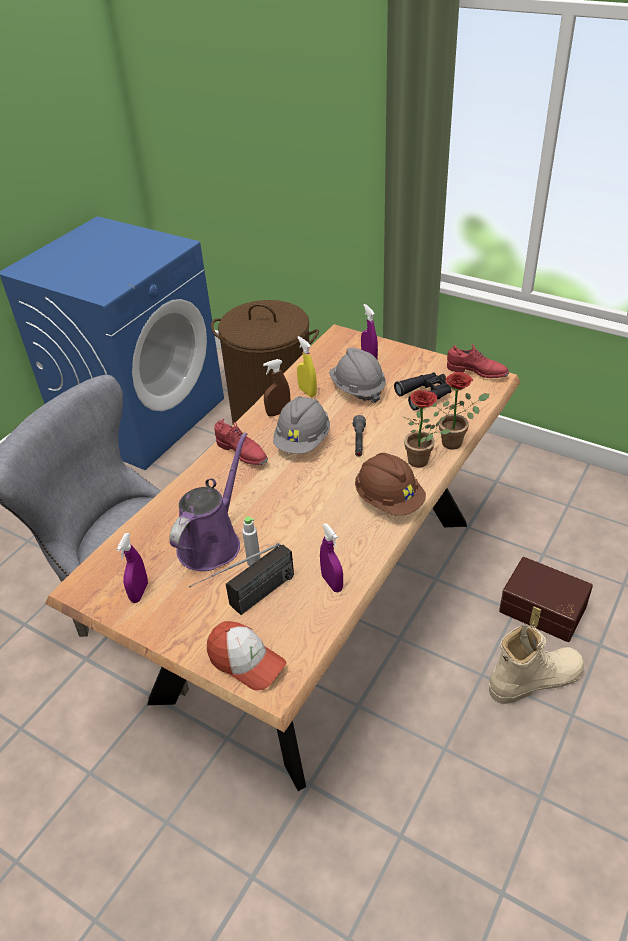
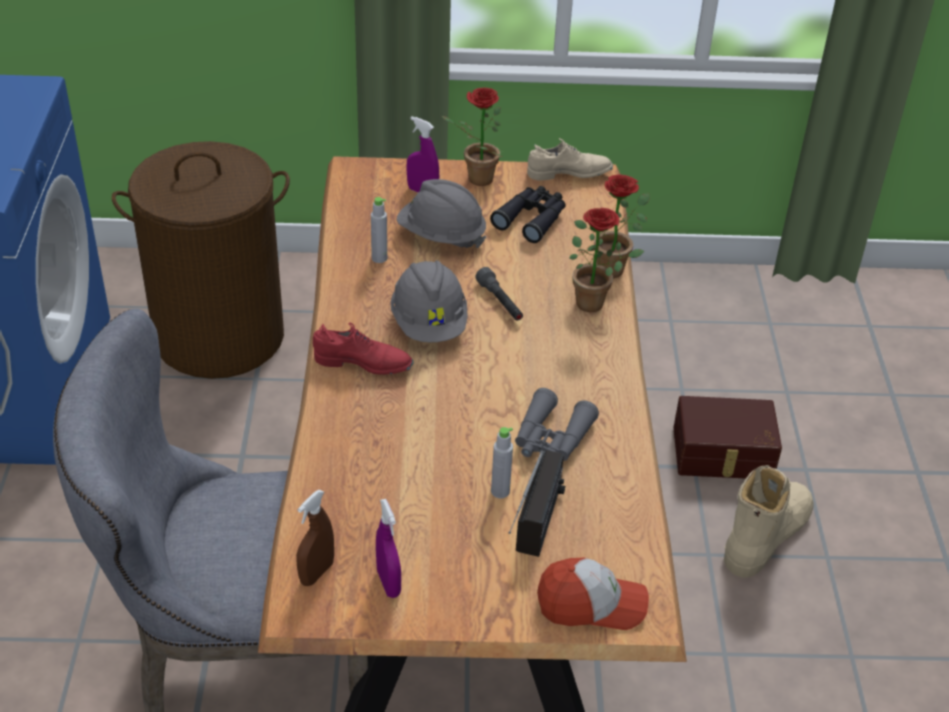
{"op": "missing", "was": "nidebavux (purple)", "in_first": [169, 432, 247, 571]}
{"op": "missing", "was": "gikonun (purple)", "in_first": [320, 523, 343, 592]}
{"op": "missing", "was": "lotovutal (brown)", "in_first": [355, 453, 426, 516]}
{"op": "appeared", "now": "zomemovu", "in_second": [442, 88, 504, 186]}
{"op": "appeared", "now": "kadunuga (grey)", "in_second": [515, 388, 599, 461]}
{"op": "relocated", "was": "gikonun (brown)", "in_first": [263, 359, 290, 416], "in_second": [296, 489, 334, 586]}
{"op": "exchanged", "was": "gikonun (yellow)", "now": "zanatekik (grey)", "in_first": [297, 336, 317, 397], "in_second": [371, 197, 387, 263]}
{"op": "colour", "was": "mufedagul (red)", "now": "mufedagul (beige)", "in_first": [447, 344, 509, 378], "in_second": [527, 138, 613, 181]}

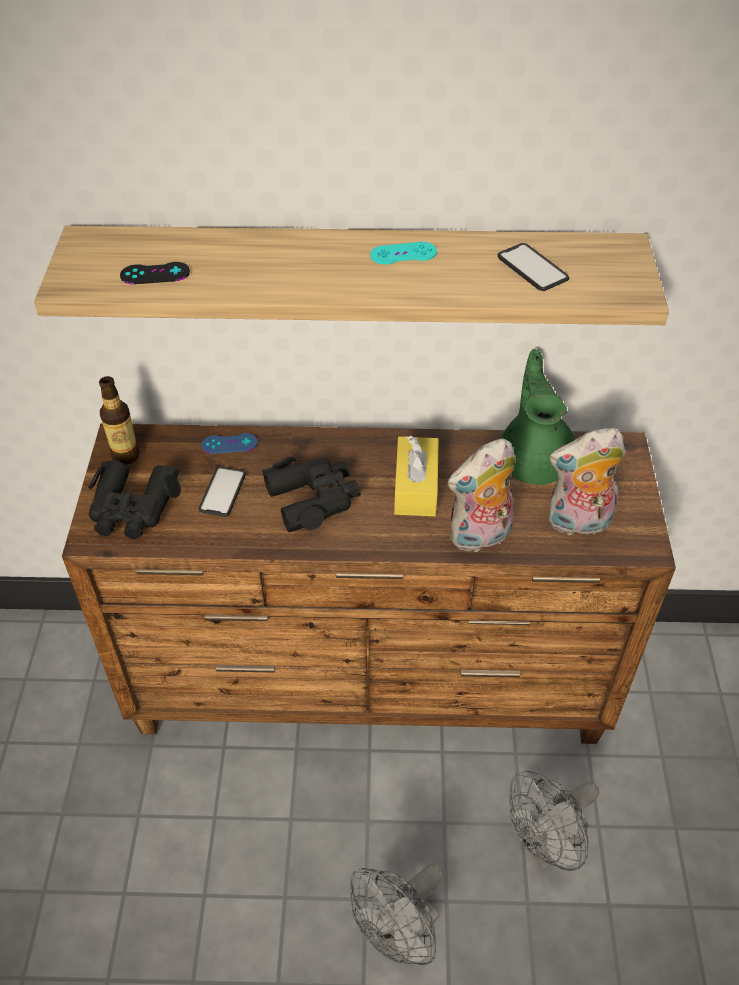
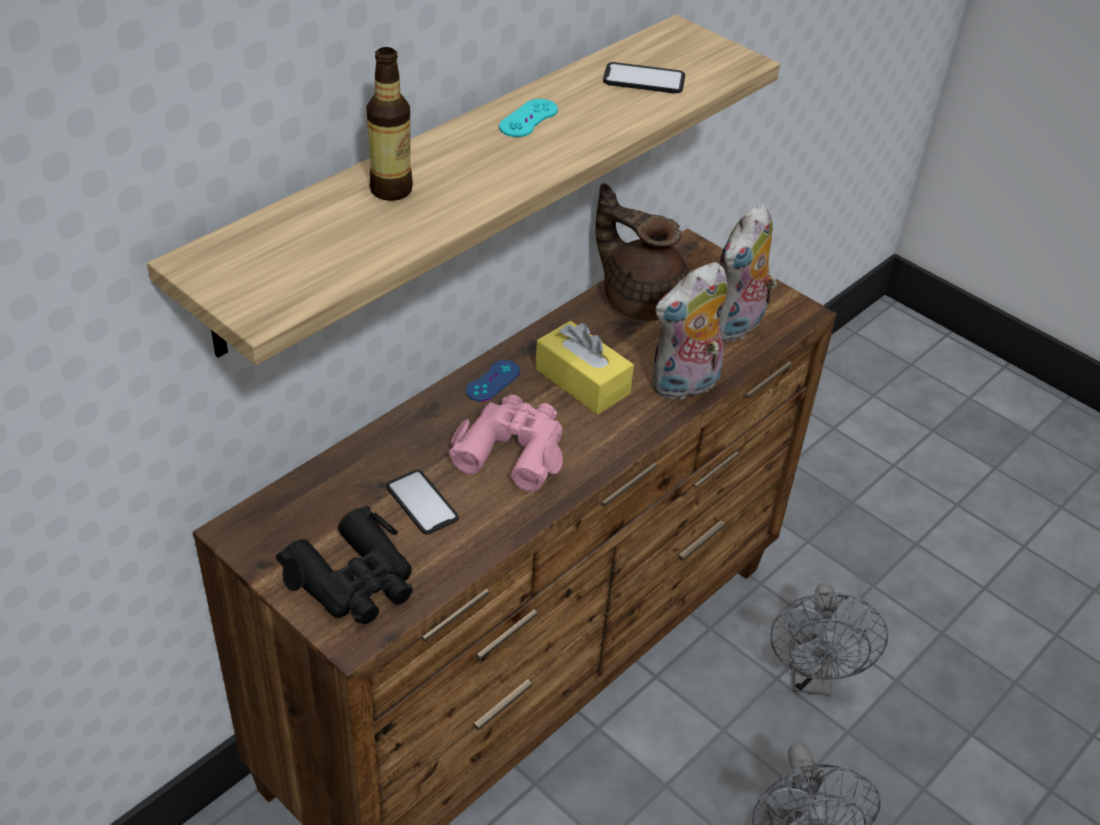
{"op": "missing", "was": "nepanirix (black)", "in_first": [120, 262, 190, 284]}
{"op": "relocated", "was": "zanatekik", "in_first": [99, 376, 140, 465], "in_second": [366, 47, 413, 201]}
{"op": "relocated", "was": "nepanirix (blue)", "in_first": [201, 433, 258, 454], "in_second": [466, 360, 520, 402]}
{"op": "colour", "was": "kadunuga (black)", "now": "kadunuga (pink)", "in_first": [262, 457, 361, 533], "in_second": [449, 395, 563, 492]}
{"op": "colour", "was": "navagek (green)", "now": "navagek (brown)", "in_first": [501, 349, 575, 485], "in_second": [596, 183, 688, 321]}
{"op": "spun", "was": "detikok", "in_first": [448, 439, 516, 552], "in_second": [652, 262, 728, 400], "clockwise": 45}

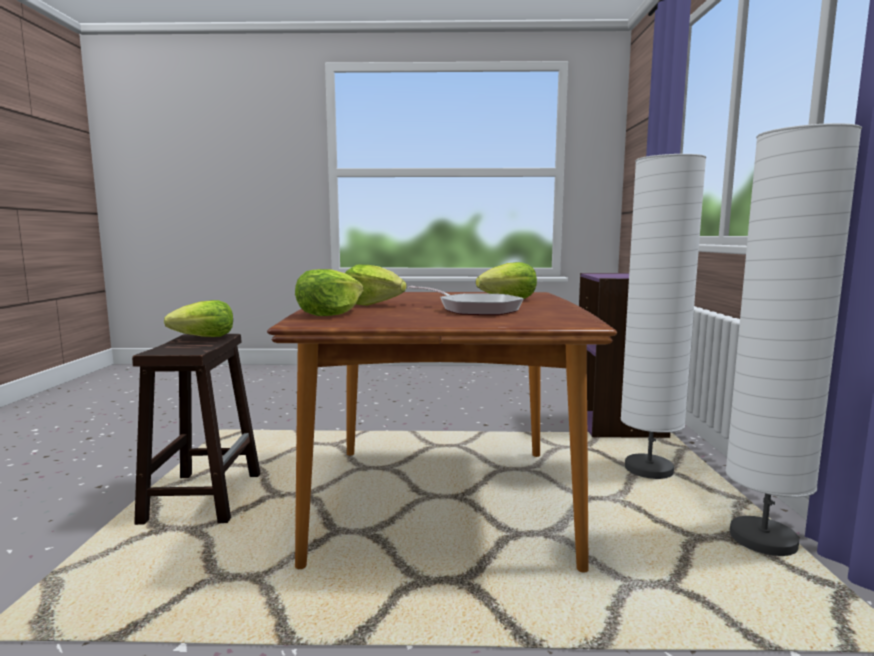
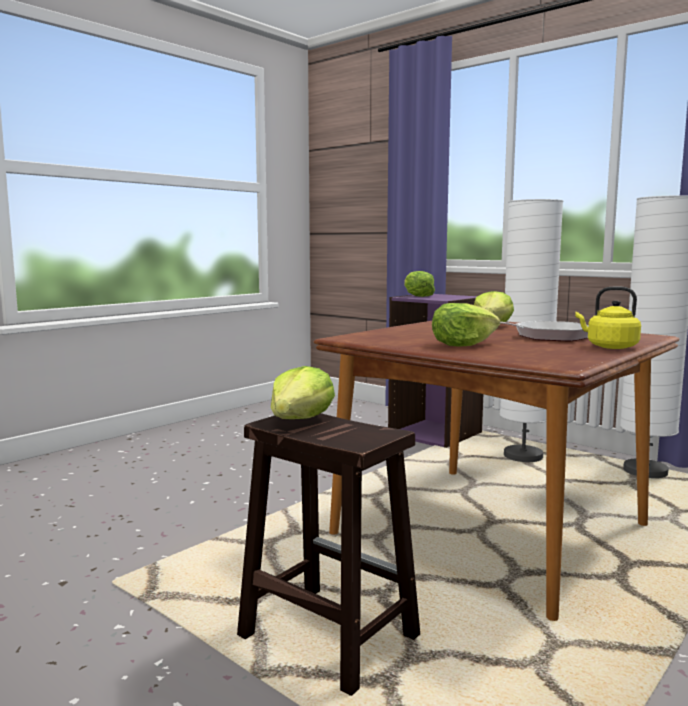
{"op": "appeared", "now": "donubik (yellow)", "in_second": [575, 287, 641, 349]}
{"op": "relocated", "was": "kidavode", "in_first": [295, 269, 363, 316], "in_second": [404, 271, 435, 297]}

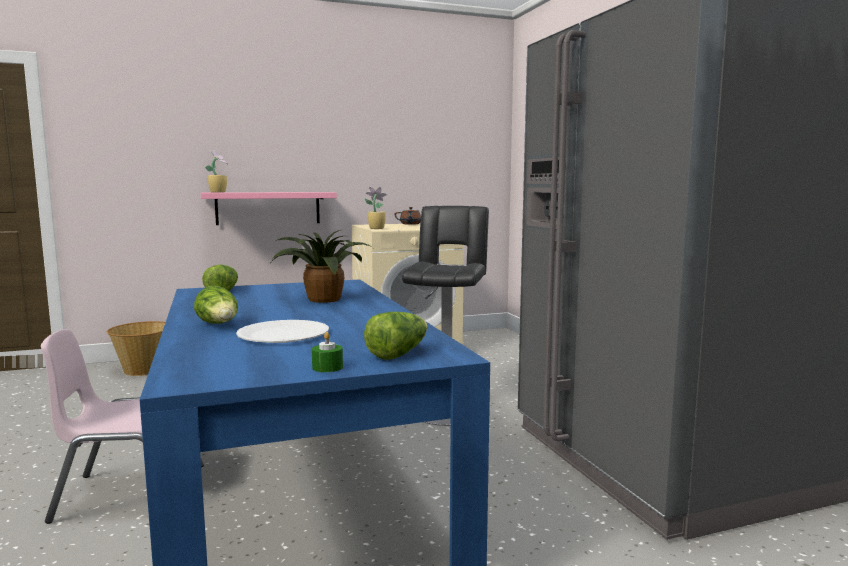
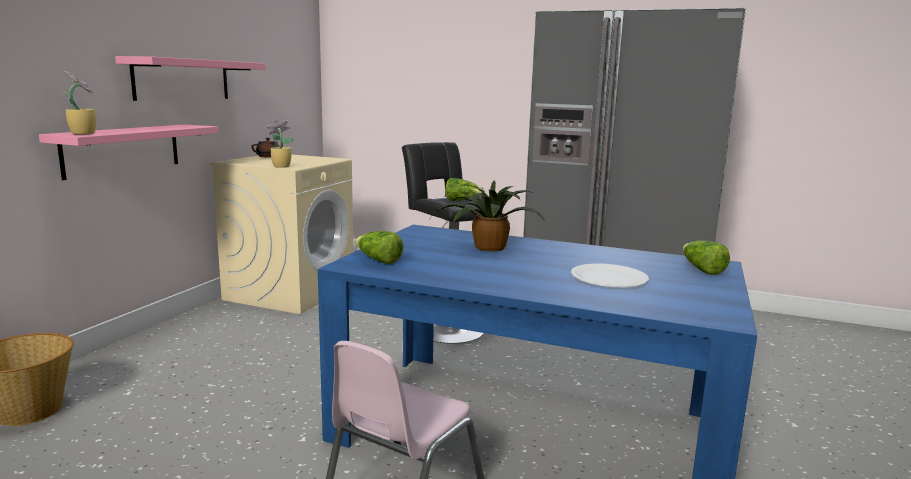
{"op": "missing", "was": "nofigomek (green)", "in_first": [312, 332, 343, 372]}
{"op": "appeared", "now": "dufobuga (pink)", "in_second": [115, 56, 266, 101]}
{"op": "relocated", "was": "kidavode", "in_first": [194, 285, 238, 324], "in_second": [445, 178, 485, 201]}

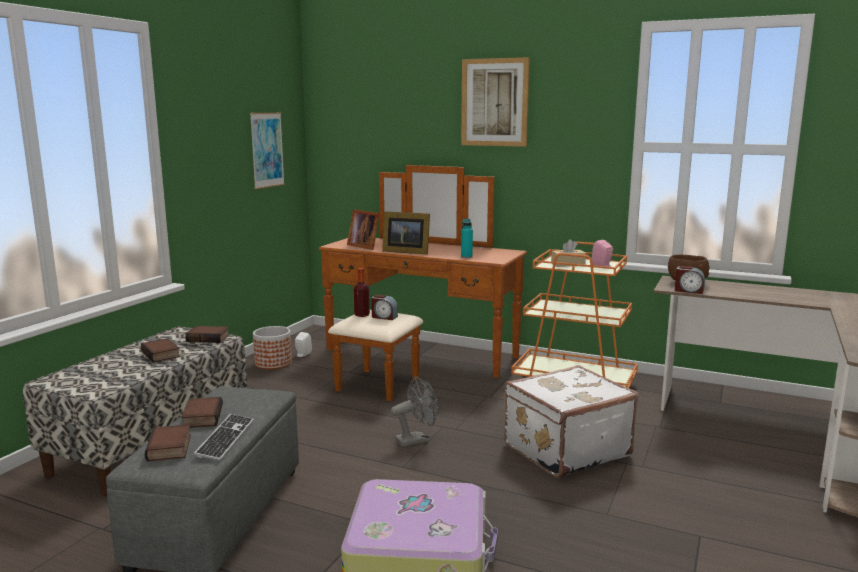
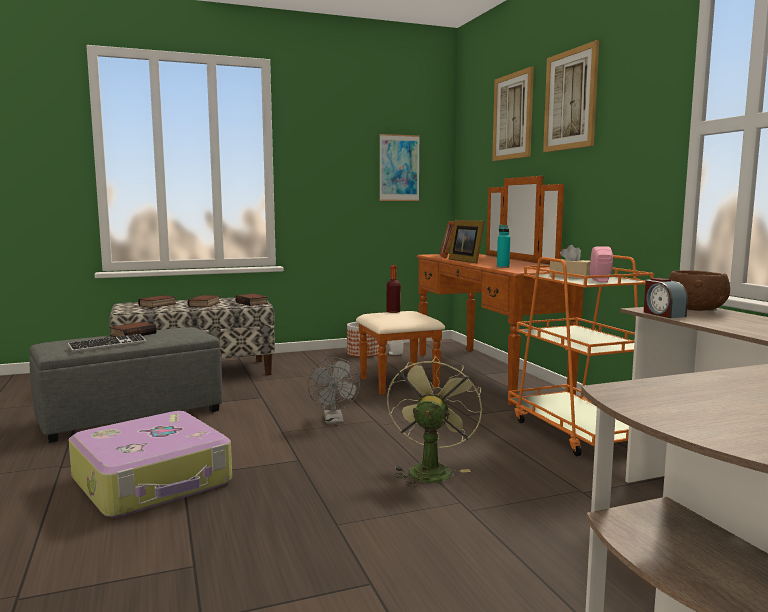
{"op": "missing", "was": "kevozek", "in_first": [371, 295, 398, 320]}
{"op": "appeared", "now": "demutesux", "in_second": [492, 66, 534, 161]}
{"op": "relocated", "was": "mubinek", "in_first": [145, 424, 191, 462], "in_second": [138, 295, 176, 308]}
{"op": "exchanged", "was": "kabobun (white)", "now": "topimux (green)", "in_first": [504, 365, 639, 478], "in_second": [387, 355, 482, 487]}
{"op": "spun", "was": "topimux (grey)", "in_first": [391, 376, 439, 447], "in_second": [308, 357, 360, 425], "clockwise": 60}

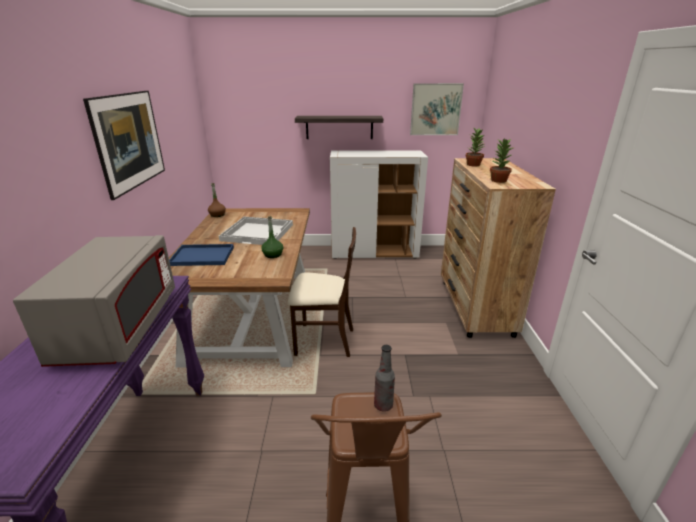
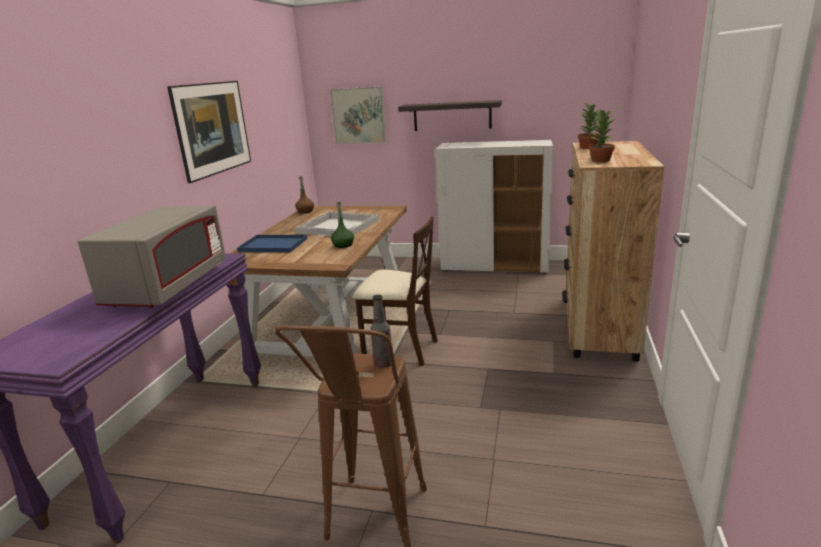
{"op": "relocated", "was": "demutesux", "in_first": [410, 83, 464, 135], "in_second": [330, 86, 387, 144]}

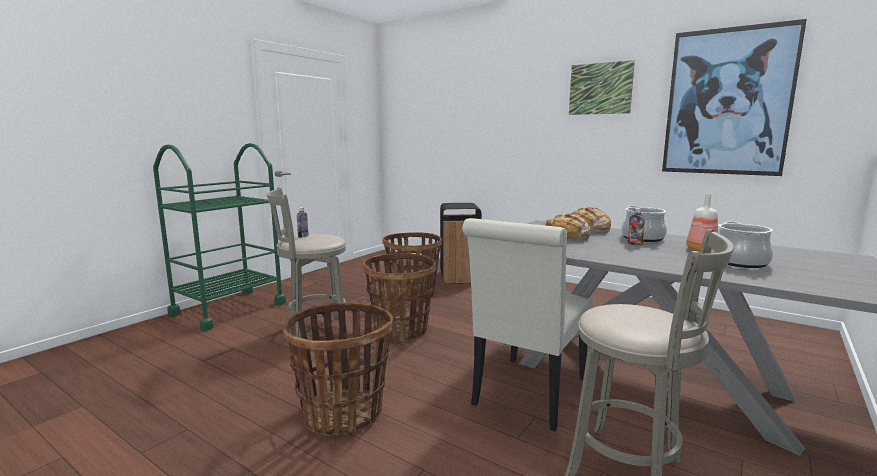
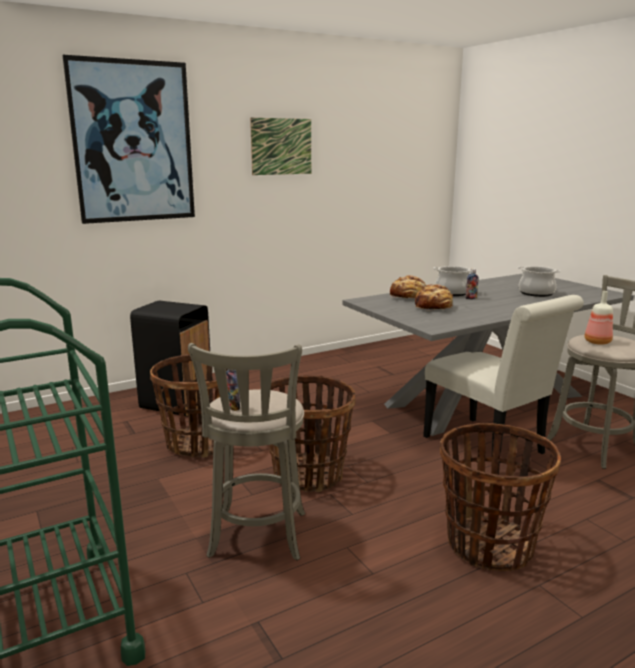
{"op": "relocated", "was": "demutesux", "in_first": [662, 19, 807, 176], "in_second": [63, 55, 195, 224]}
{"op": "relocated", "was": "zanatekik", "in_first": [686, 193, 718, 251], "in_second": [585, 291, 613, 345]}

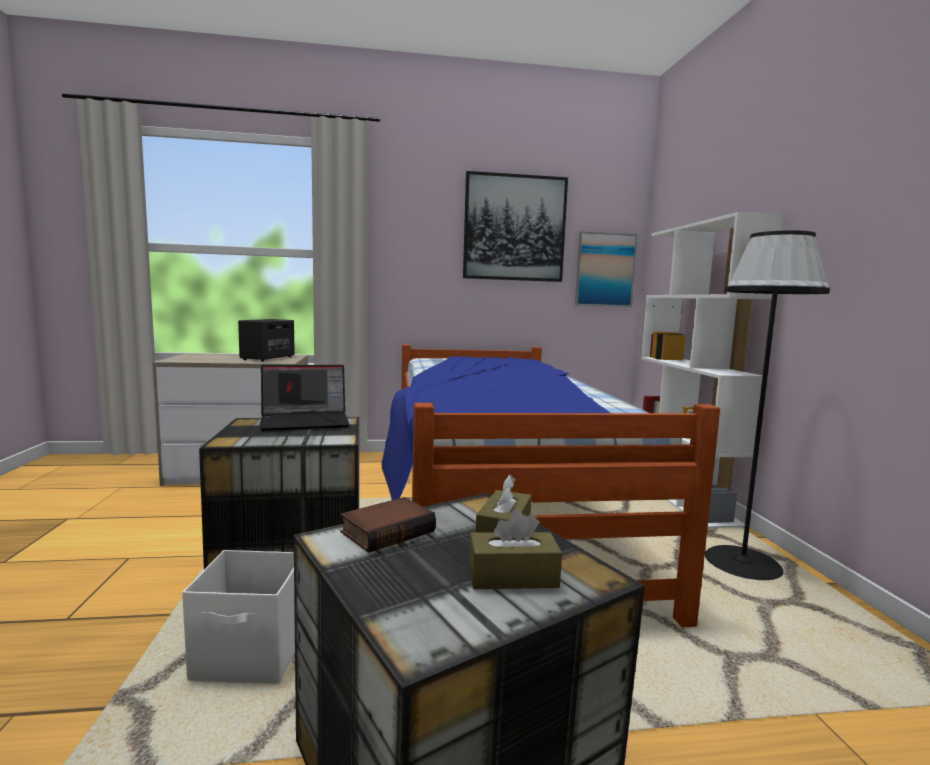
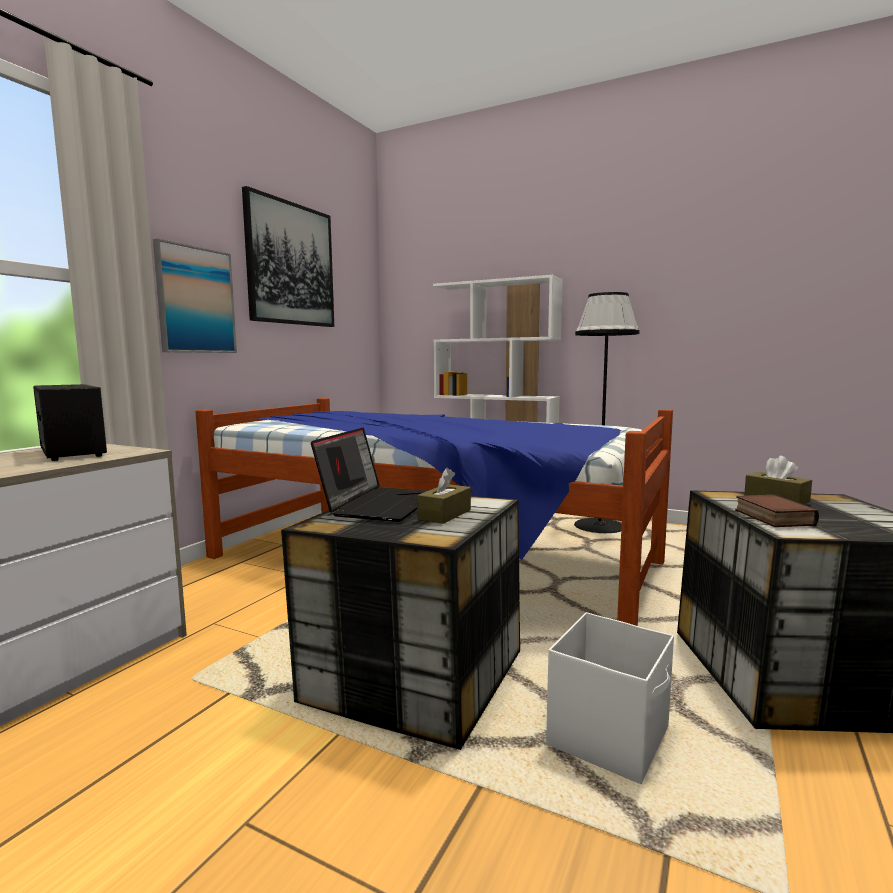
{"op": "relocated", "was": "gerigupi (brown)", "in_first": [469, 509, 562, 589], "in_second": [417, 468, 471, 524]}
{"op": "relocated", "was": "demutesux", "in_first": [575, 231, 638, 307], "in_second": [153, 239, 237, 353]}

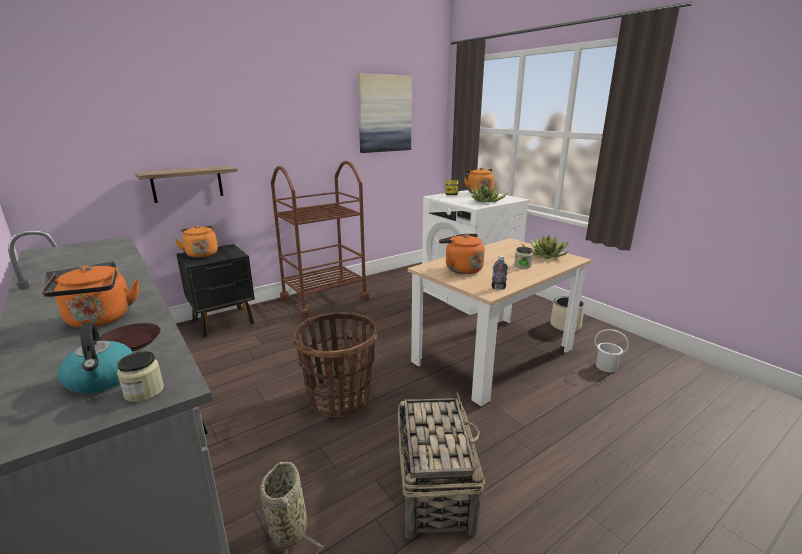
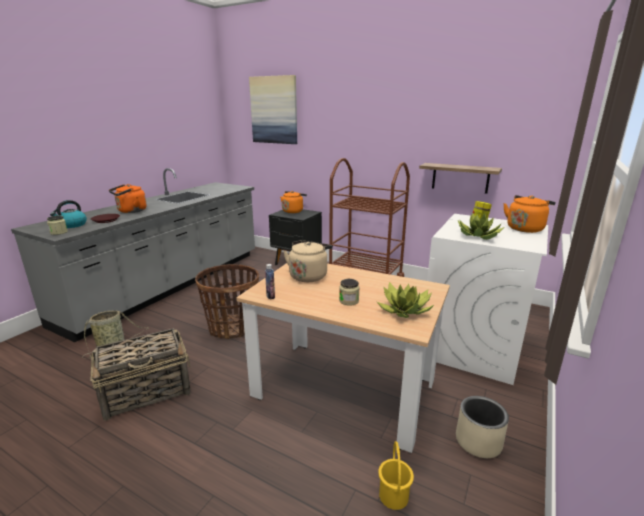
{"op": "relocated", "was": "dufobuga", "in_first": [135, 166, 238, 203], "in_second": [419, 163, 502, 194]}
{"op": "relocated", "was": "demutesux", "in_first": [357, 73, 412, 153], "in_second": [249, 75, 297, 144]}
{"op": "colour", "was": "donubik (orange)", "now": "donubik (beige)", "in_first": [439, 234, 485, 274], "in_second": [283, 240, 333, 282]}
{"op": "colour", "was": "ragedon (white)", "now": "ragedon (yellow)", "in_first": [594, 329, 629, 373], "in_second": [378, 441, 414, 510]}

